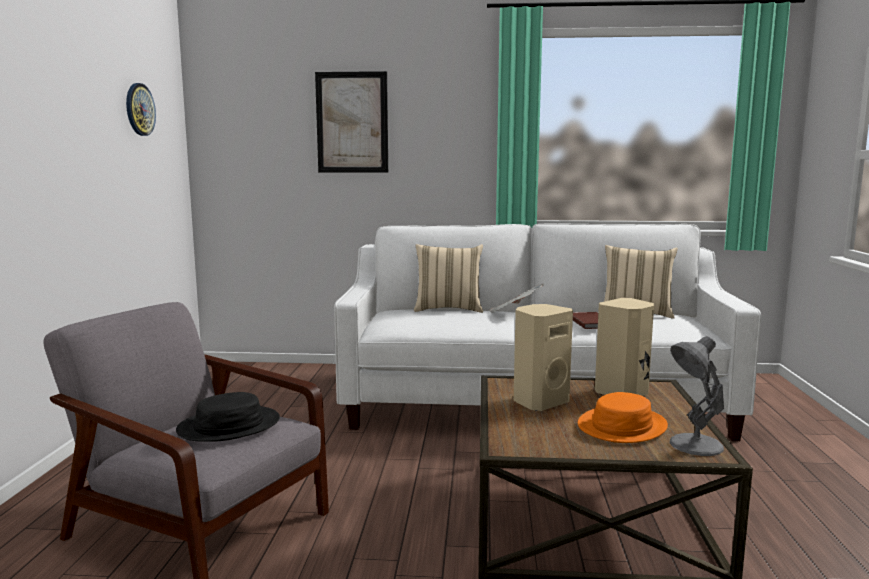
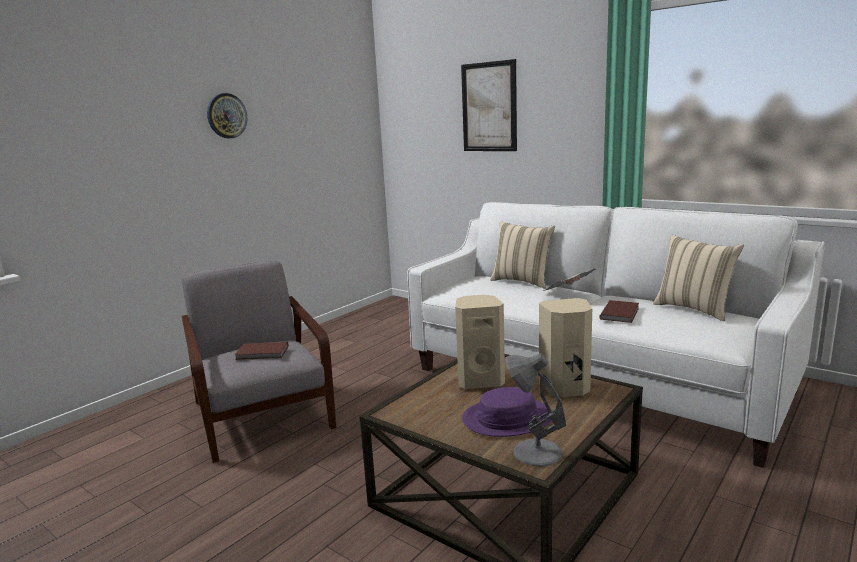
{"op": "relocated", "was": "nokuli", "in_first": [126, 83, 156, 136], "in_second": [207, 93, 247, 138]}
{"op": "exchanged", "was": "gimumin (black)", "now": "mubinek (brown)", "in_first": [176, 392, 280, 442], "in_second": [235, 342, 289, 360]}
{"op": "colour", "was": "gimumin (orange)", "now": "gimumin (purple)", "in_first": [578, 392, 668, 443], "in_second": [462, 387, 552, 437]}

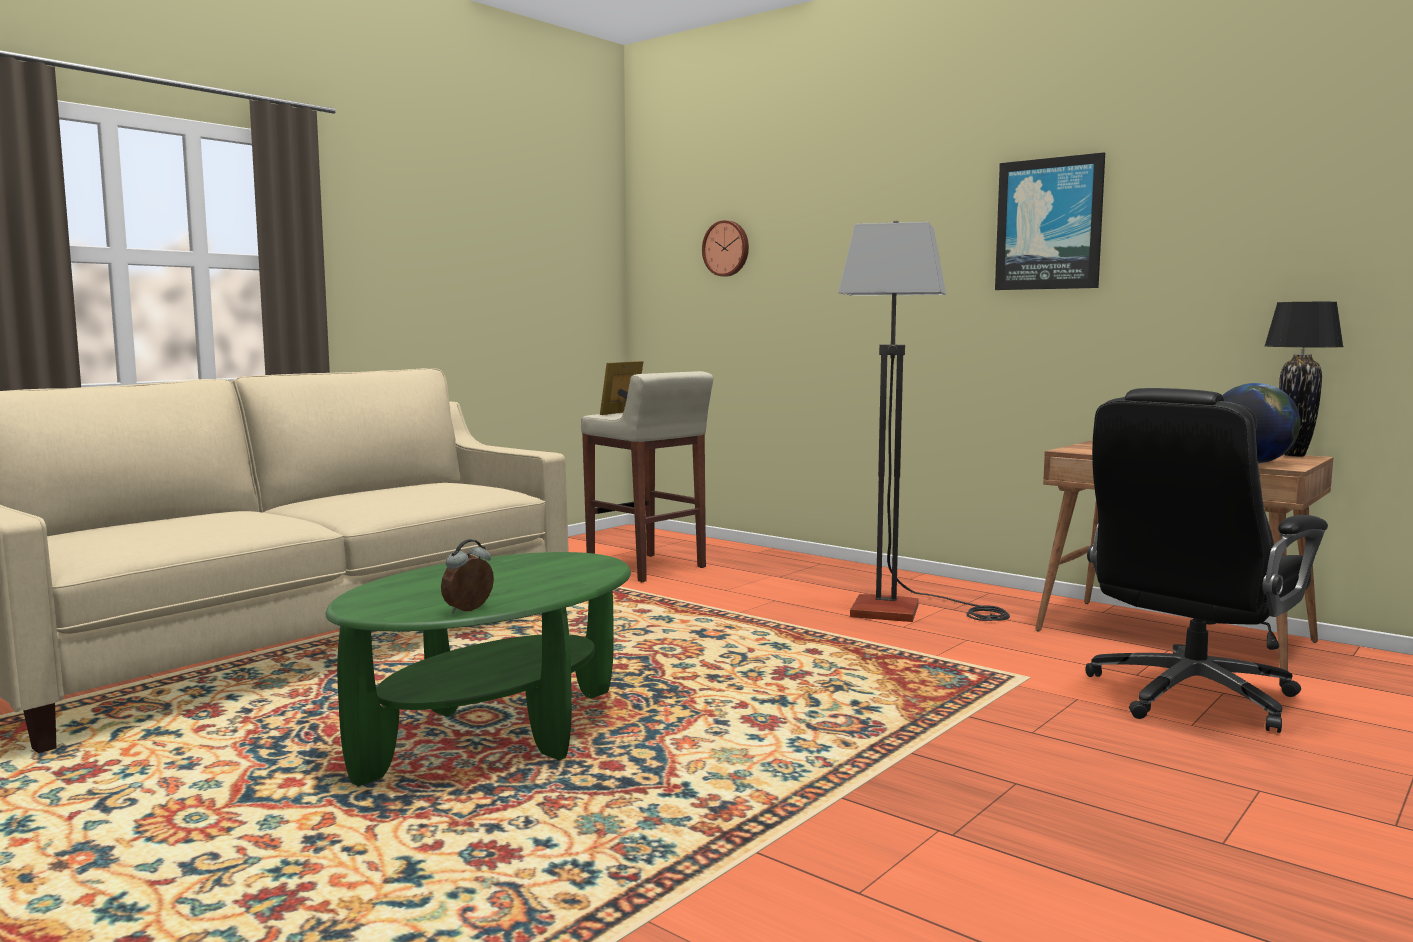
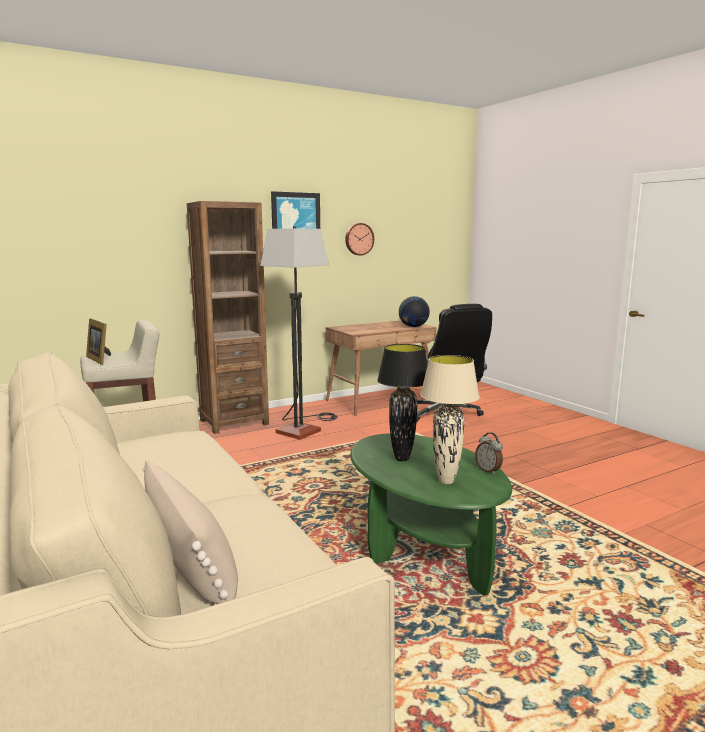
{"op": "appeared", "now": "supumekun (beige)", "in_second": [143, 460, 238, 604]}
{"op": "appeared", "now": "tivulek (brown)", "in_second": [187, 201, 269, 434]}
{"op": "appeared", "now": "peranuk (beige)", "in_second": [420, 355, 480, 484]}
{"op": "relocated", "was": "nokuli", "in_first": [702, 220, 749, 277], "in_second": [345, 223, 374, 255]}
{"op": "relocated", "was": "peranuk (black)", "in_first": [1264, 302, 1344, 457], "in_second": [377, 344, 427, 462]}

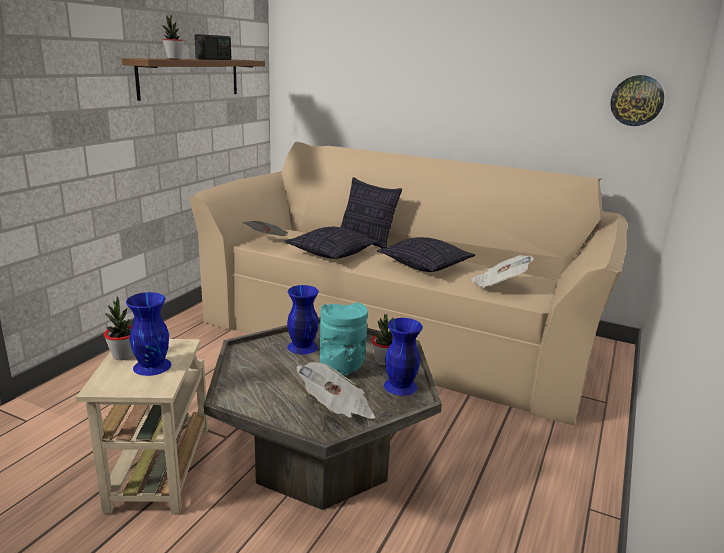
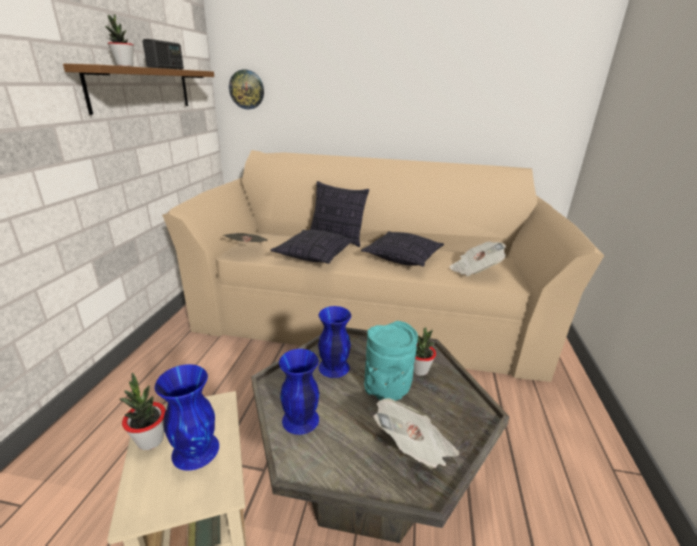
{"op": "relocated", "was": "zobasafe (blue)", "in_first": [384, 318, 423, 396], "in_second": [279, 349, 319, 435]}
{"op": "relocated", "was": "nokuli", "in_first": [610, 75, 664, 126], "in_second": [229, 69, 264, 109]}

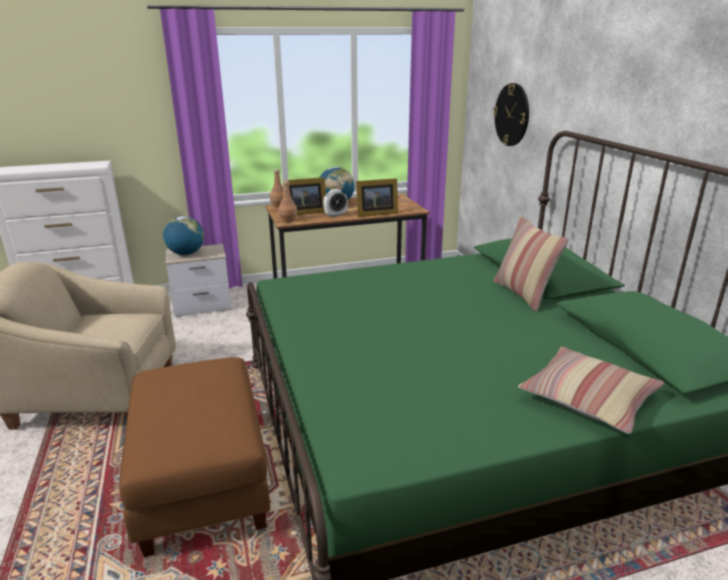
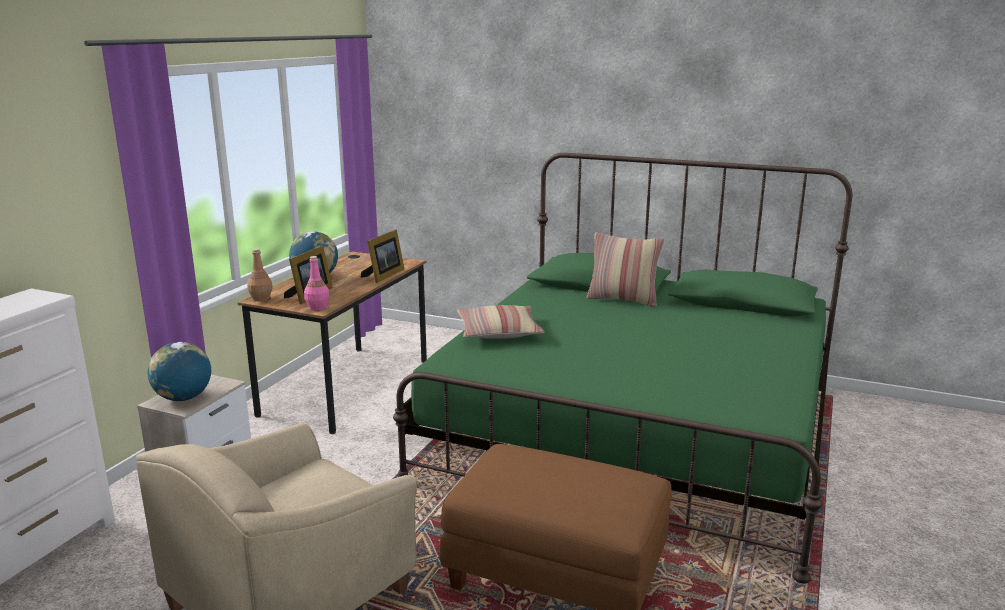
{"op": "missing", "was": "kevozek", "in_first": [323, 189, 348, 217]}
{"op": "missing", "was": "nokuli", "in_first": [493, 83, 529, 146]}
{"op": "relocated", "was": "supumekun", "in_first": [518, 347, 664, 434], "in_second": [457, 305, 544, 339]}
{"op": "colour", "was": "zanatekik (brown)", "now": "zanatekik (pink)", "in_first": [278, 180, 297, 223], "in_second": [304, 256, 329, 310]}

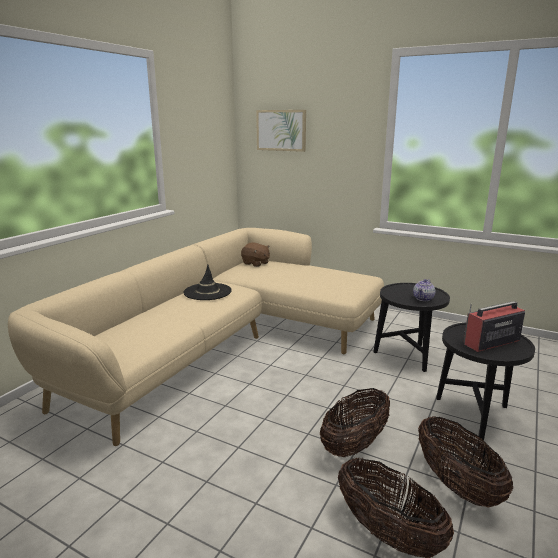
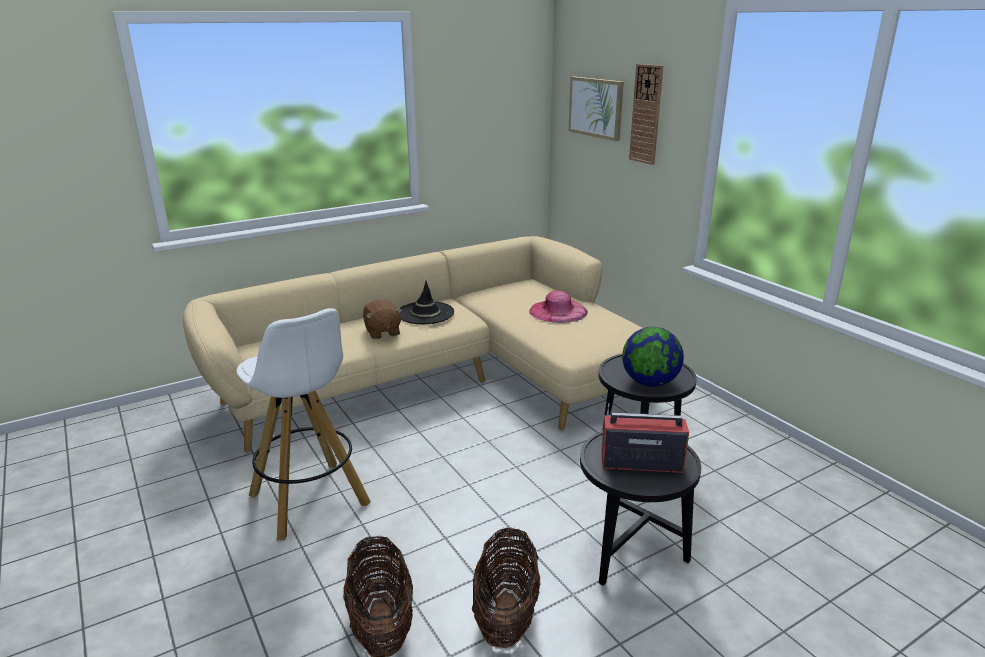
{"op": "missing", "was": "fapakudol", "in_first": [320, 388, 390, 457]}
{"op": "appeared", "now": "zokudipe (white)", "in_second": [237, 308, 371, 541]}
{"op": "appeared", "now": "gimumin (pink)", "in_second": [529, 290, 588, 323]}
{"op": "appeared", "now": "nokuli", "in_second": [629, 64, 663, 165]}
{"op": "relocated", "was": "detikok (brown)", "in_first": [241, 243, 270, 267], "in_second": [363, 299, 402, 339]}
{"op": "exchanged", "was": "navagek", "now": "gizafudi", "in_first": [413, 279, 435, 301], "in_second": [622, 327, 684, 387]}

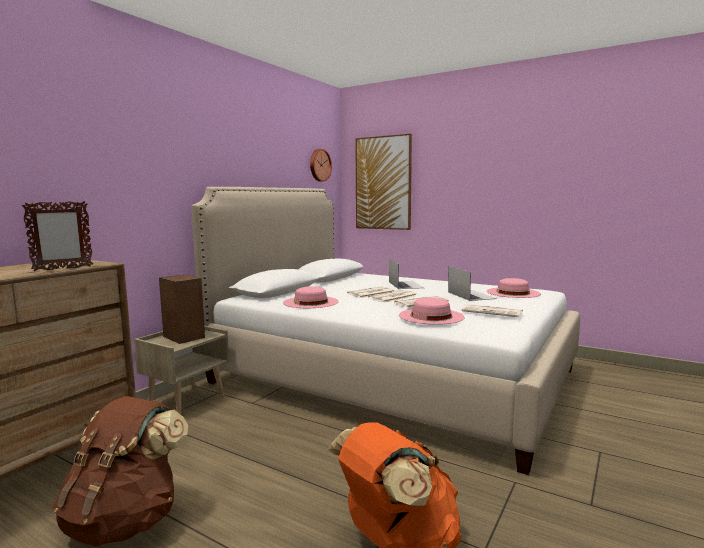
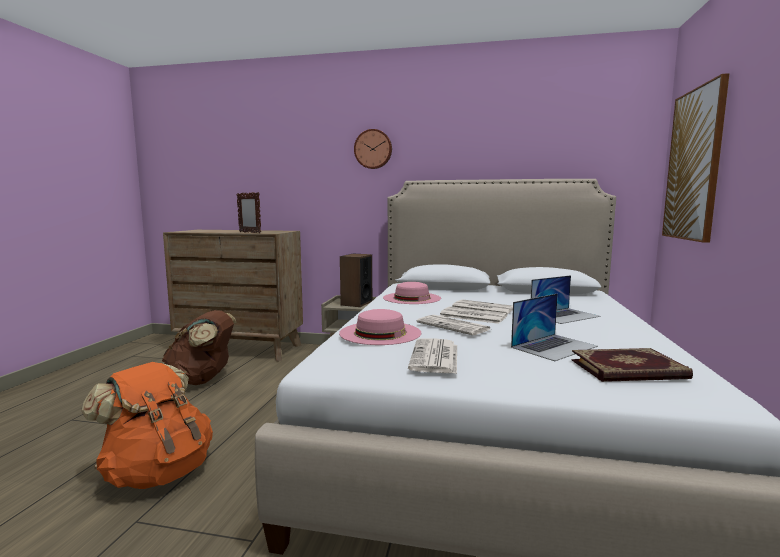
{"op": "relocated", "was": "nokuli", "in_first": [310, 149, 332, 182], "in_second": [354, 129, 392, 169]}
{"op": "exchanged", "was": "gimumin (pink)", "now": "mubinek", "in_first": [487, 278, 541, 298], "in_second": [571, 348, 693, 382]}

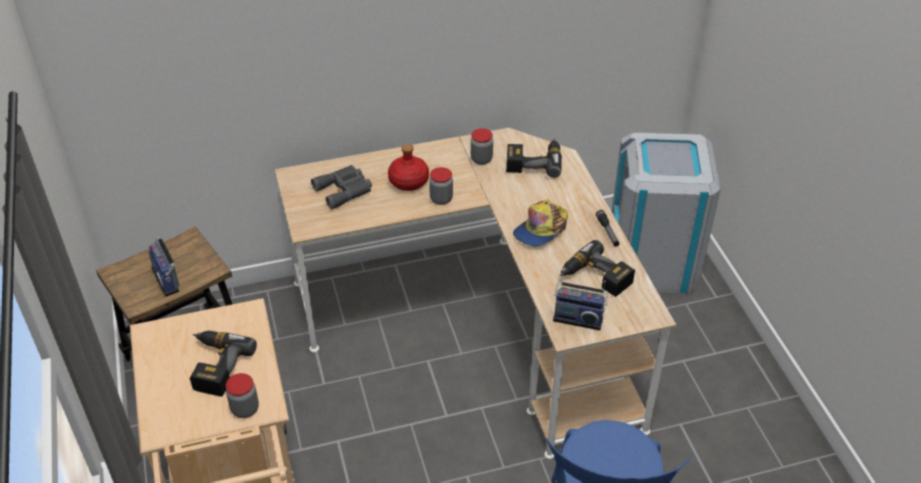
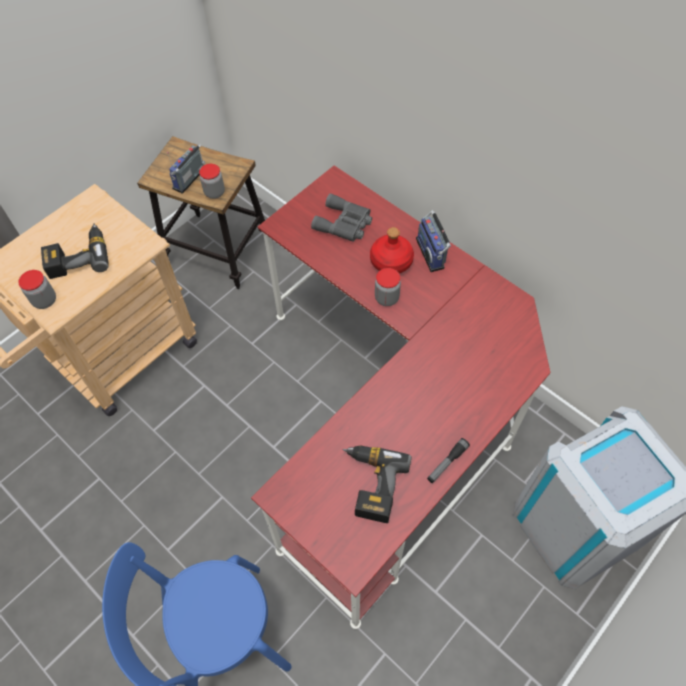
{"op": "missing", "was": "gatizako", "in_first": [506, 139, 562, 178]}
{"op": "missing", "was": "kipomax", "in_first": [513, 199, 568, 246]}
{"op": "relocated", "was": "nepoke", "in_first": [471, 128, 493, 165], "in_second": [199, 164, 225, 199]}
{"op": "relocated", "was": "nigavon", "in_first": [553, 280, 608, 330], "in_second": [416, 210, 451, 272]}
{"op": "colour", "was": "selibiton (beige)", "now": "selibiton (red)", "in_first": [275, 128, 676, 459], "in_second": [251, 166, 550, 629]}

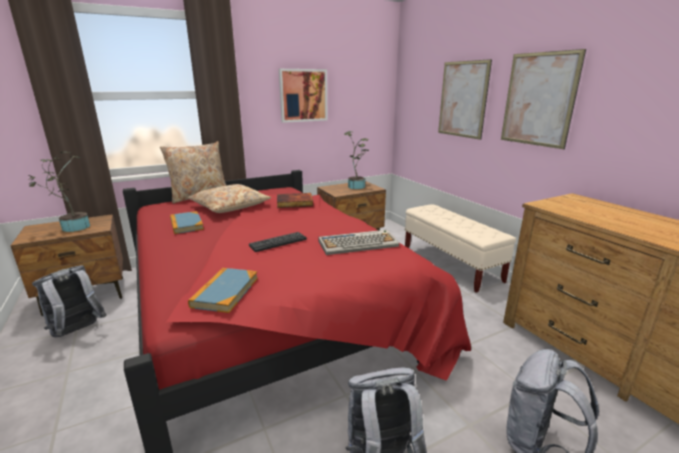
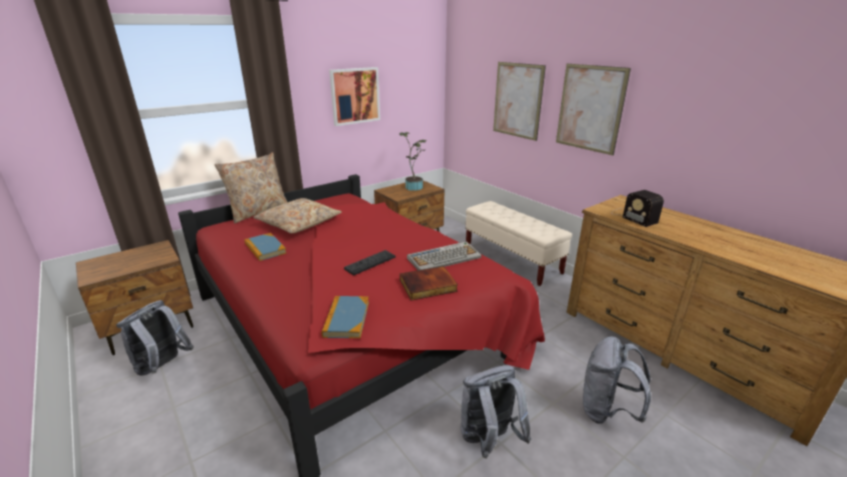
{"op": "missing", "was": "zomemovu", "in_first": [28, 152, 90, 232]}
{"op": "appeared", "now": "nigavon", "in_second": [611, 190, 664, 227]}
{"op": "relocated", "was": "mubinek", "in_first": [277, 193, 313, 208], "in_second": [400, 266, 458, 301]}

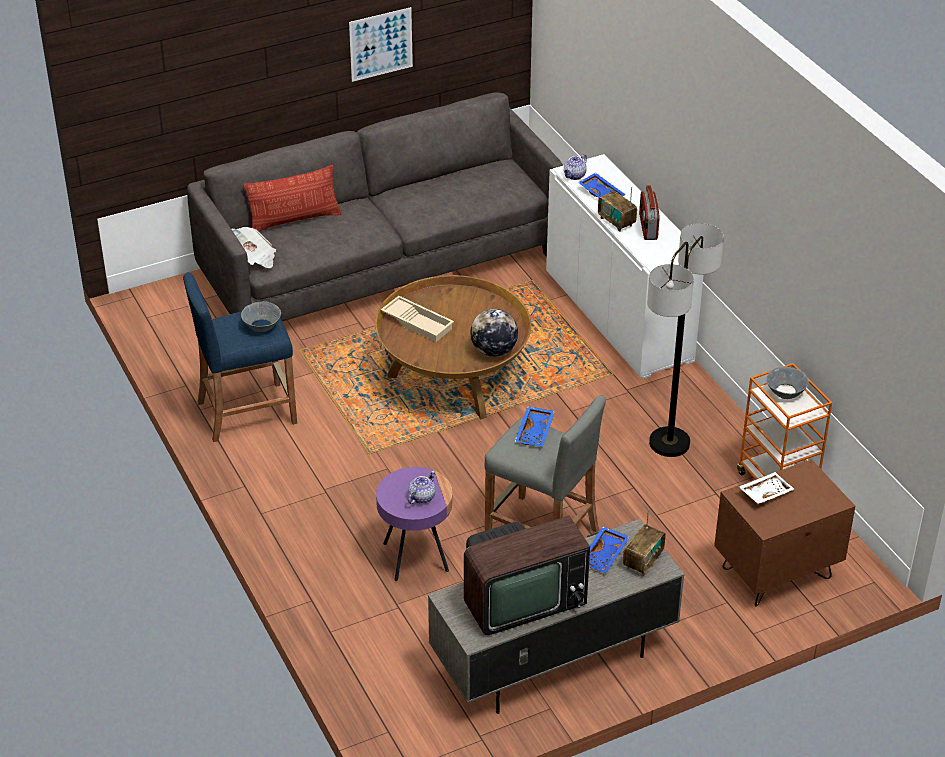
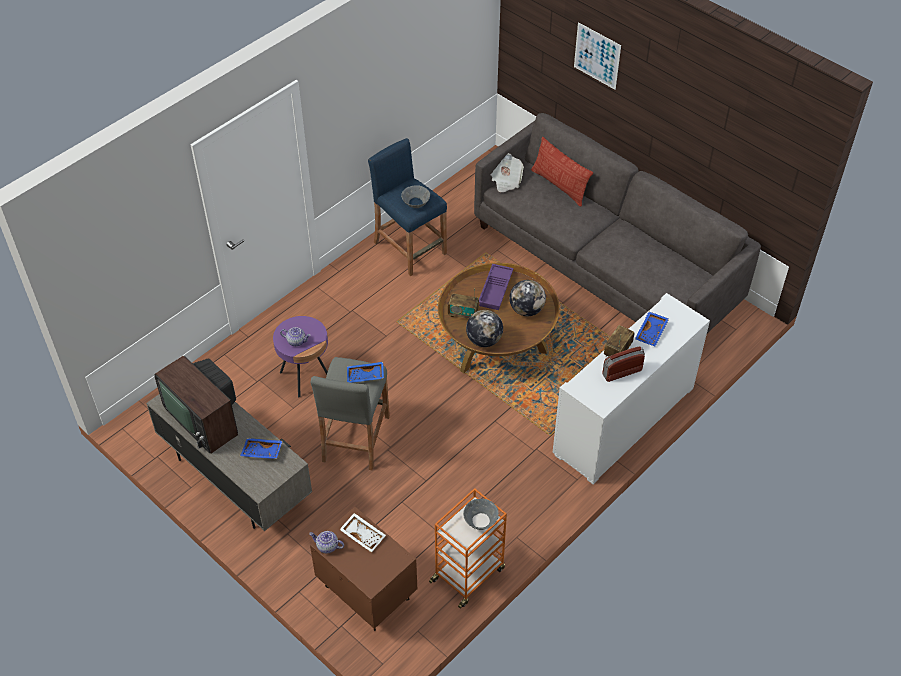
{"op": "missing", "was": "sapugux", "in_first": [647, 223, 724, 457]}
{"op": "appeared", "now": "gizafudi", "in_second": [509, 280, 546, 316]}
{"op": "relocated", "was": "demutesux", "in_first": [349, 7, 413, 82], "in_second": [574, 22, 621, 90]}
{"op": "relocated", "was": "navagek", "in_first": [564, 154, 587, 180], "in_second": [309, 531, 344, 553]}
{"op": "relocated", "was": "nigavon", "in_first": [623, 510, 666, 576], "in_second": [448, 288, 479, 319]}
{"op": "colour", "was": "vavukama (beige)", "now": "vavukama (purple)", "in_first": [381, 296, 454, 342], "in_second": [479, 264, 514, 310]}

